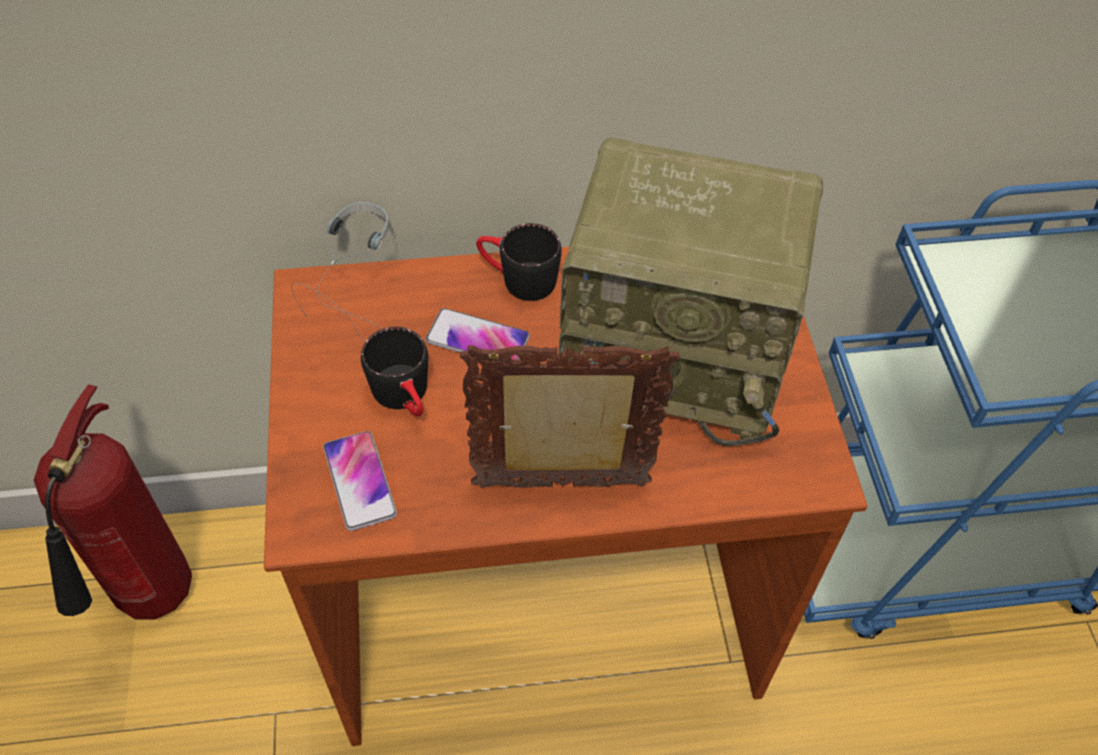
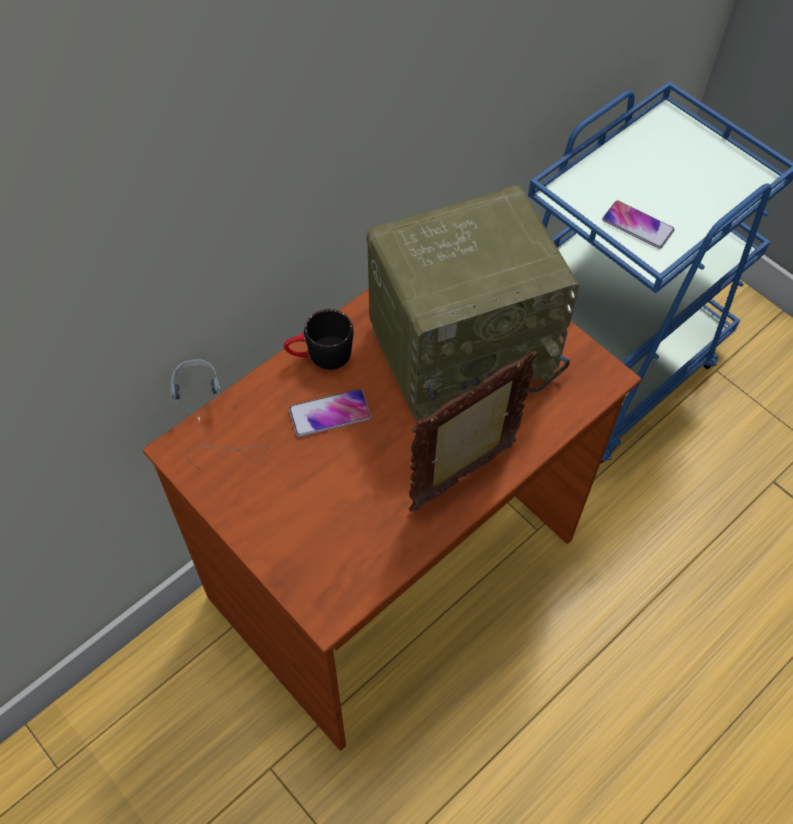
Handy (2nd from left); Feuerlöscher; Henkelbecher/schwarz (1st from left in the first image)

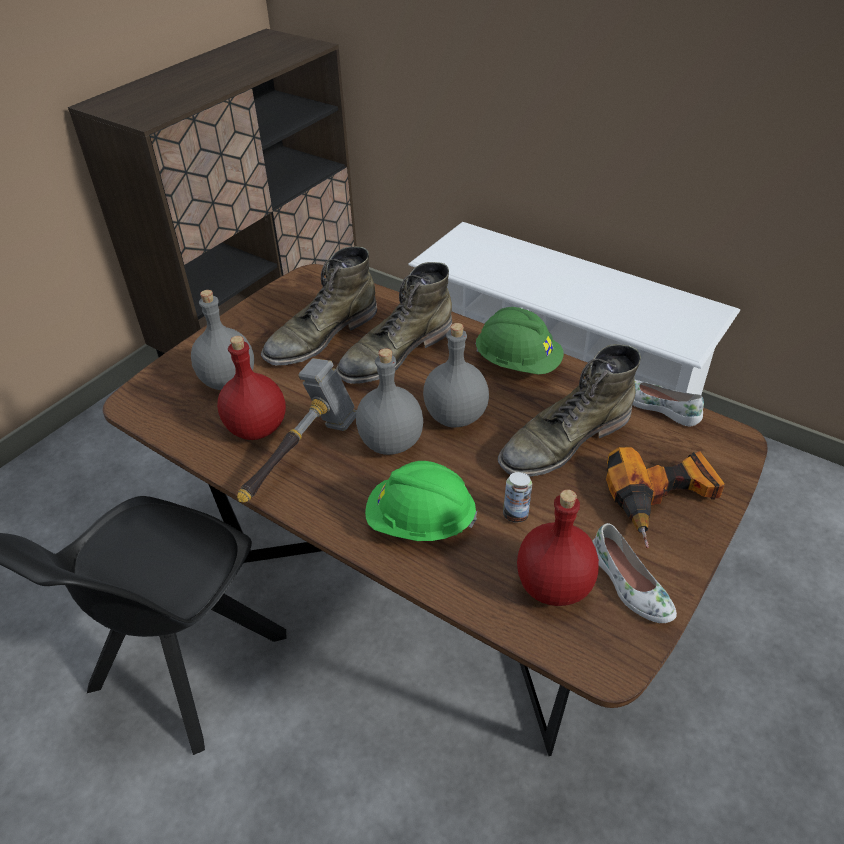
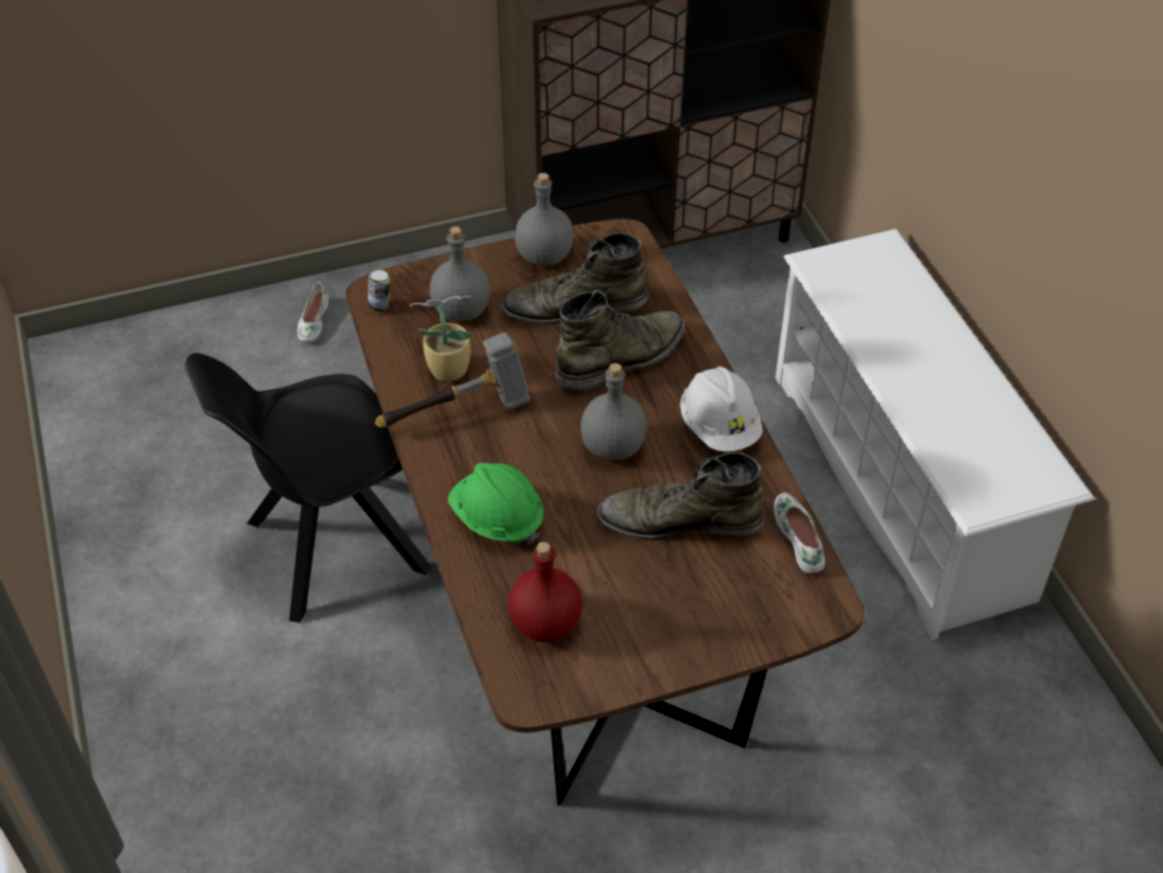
Schuh/weiß (1st from left); Dose; Topfpflanze; Flasche/grau (2nd from left); Stiefel/grün (2nd from left); Schutzhelm/weiß; Bohrmaschine

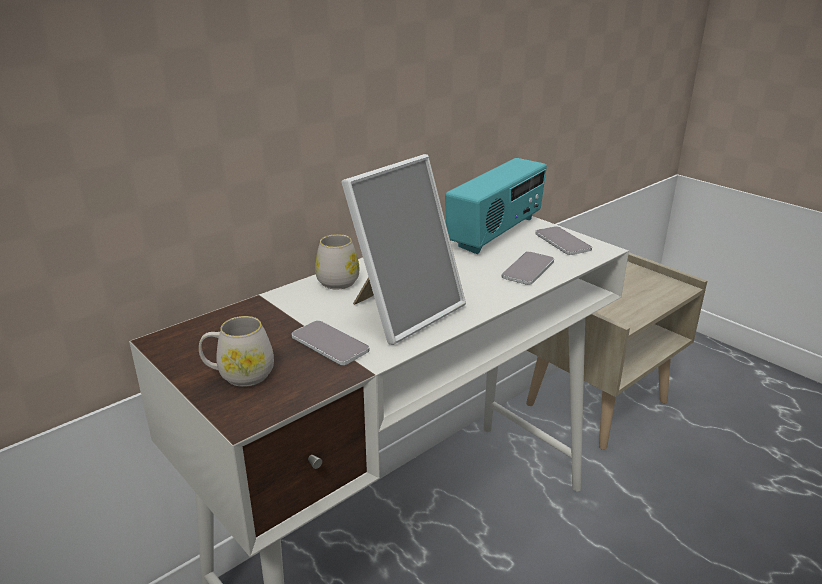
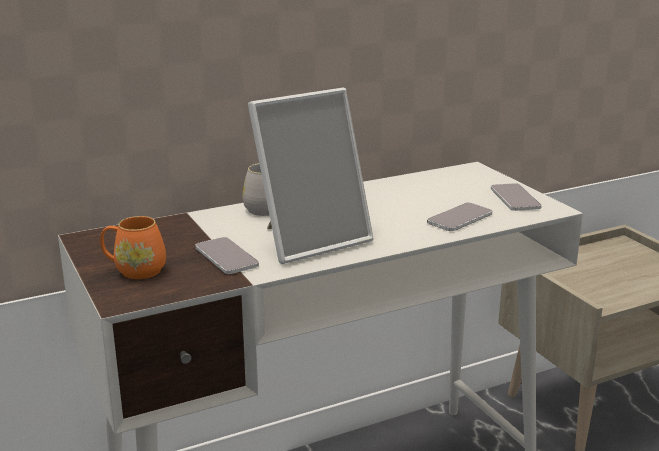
Henkelbecher/orange; Radio

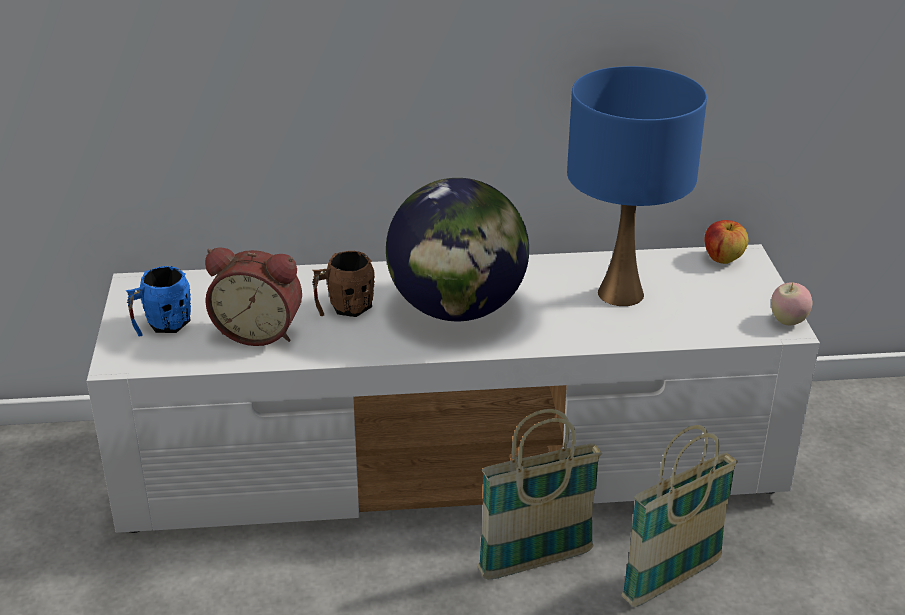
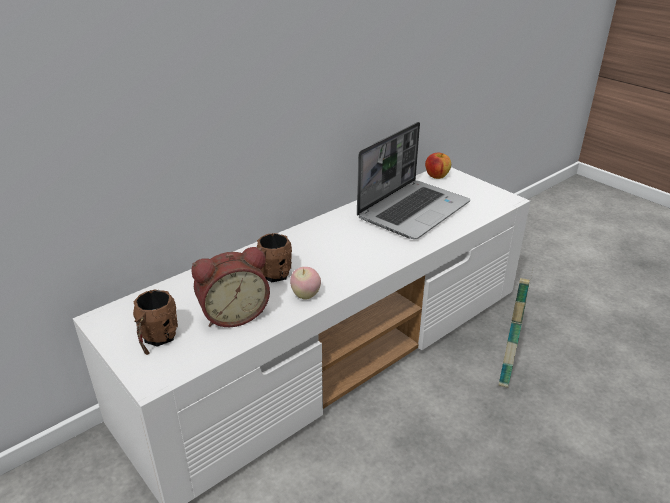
Henkelbecher/braun (1st from left); Apfel (1st from left); Laptop; Globus; Korb (1st from left in the first image)

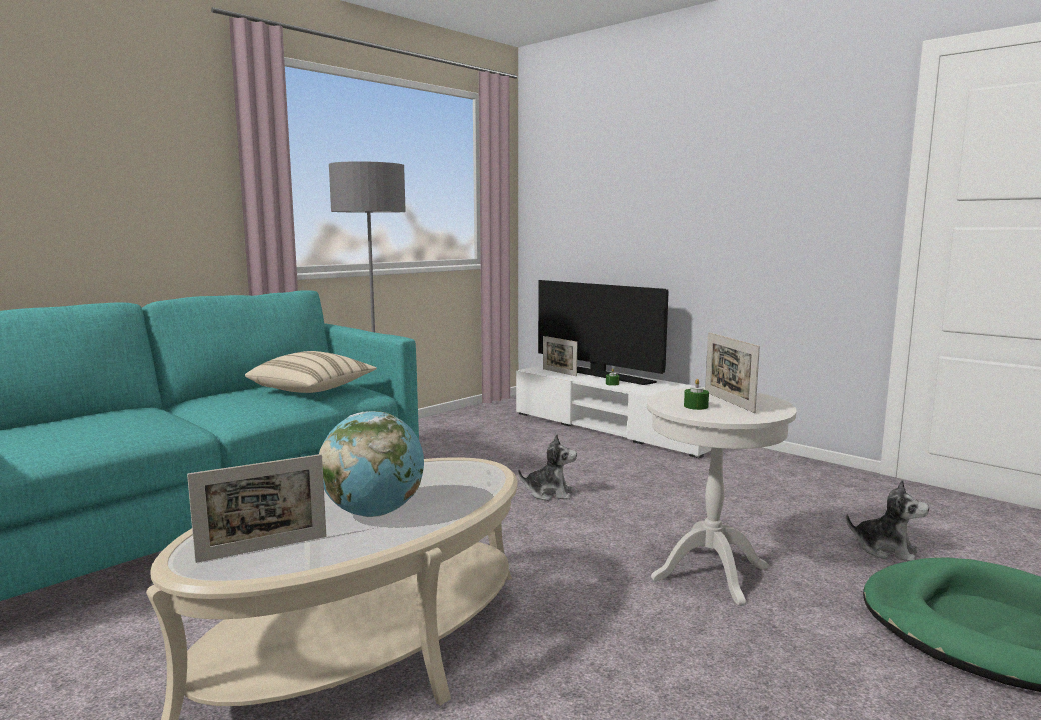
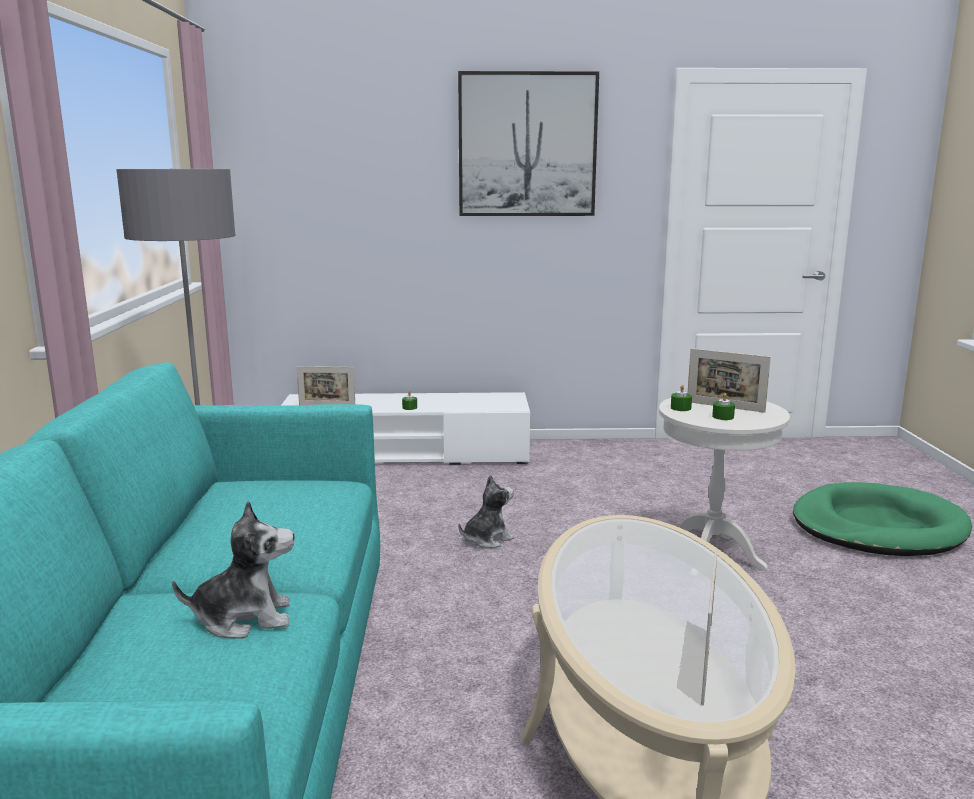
Plüschtier (1st from left); Bild; Kerze/grün (2nd from left); Kissen/beige; Globus; Fernseher

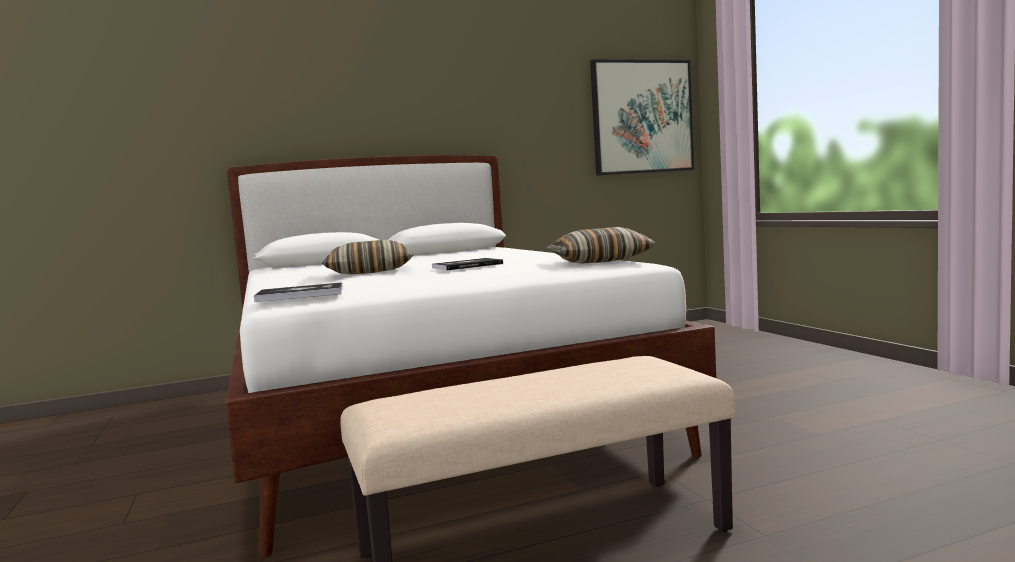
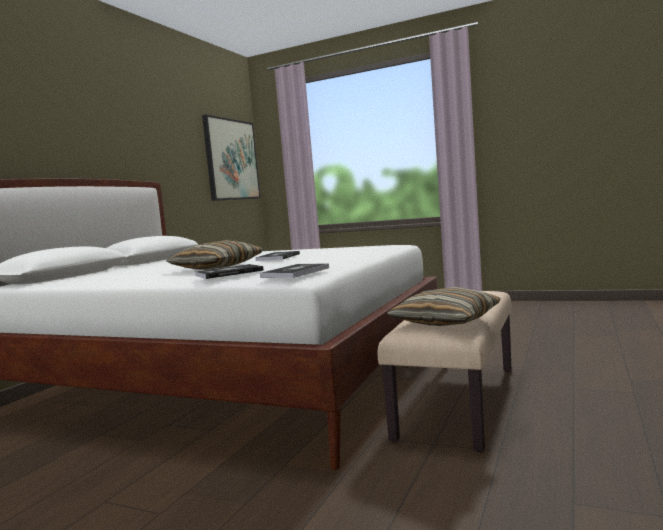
Buch (1st from left); Kissen (2nd from left)

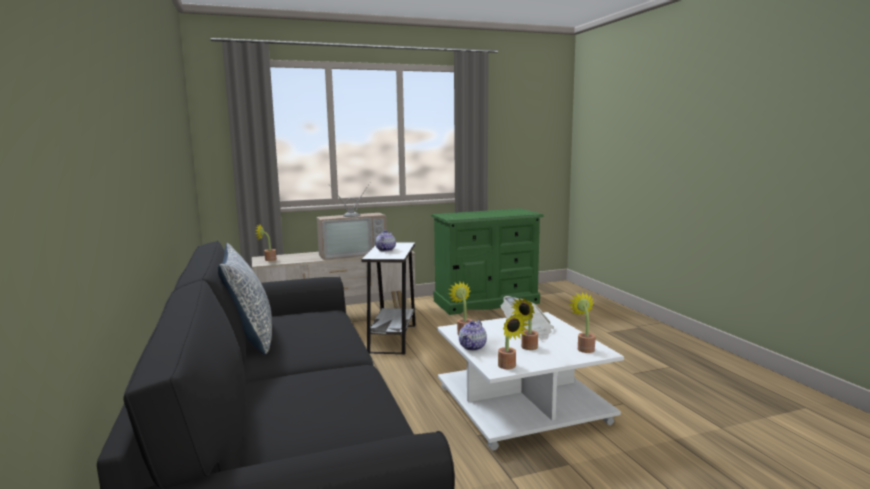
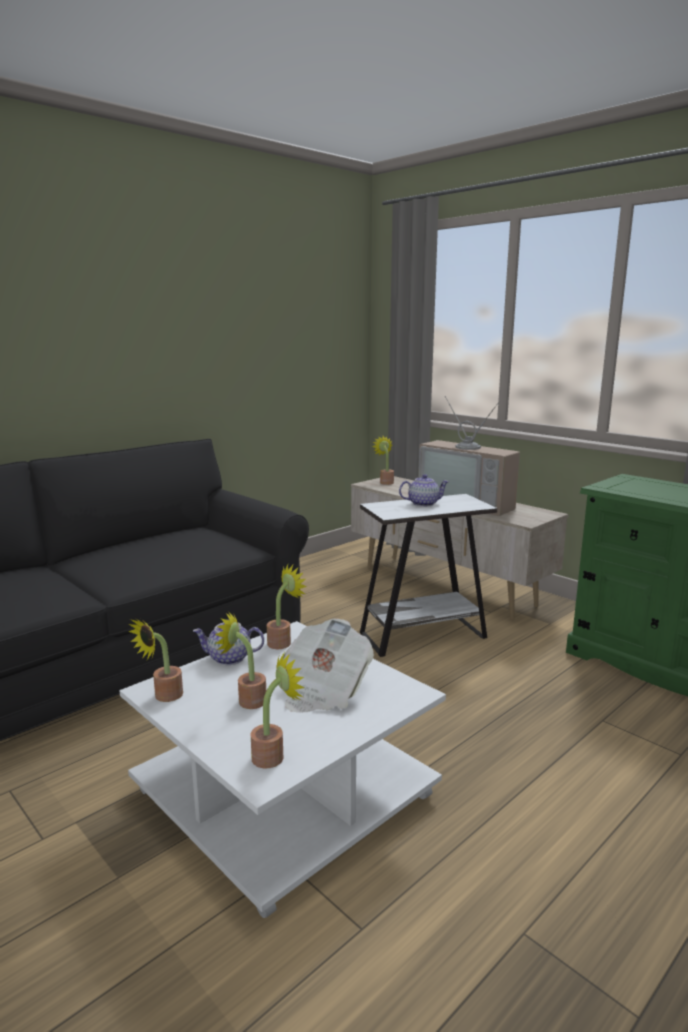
Kissen

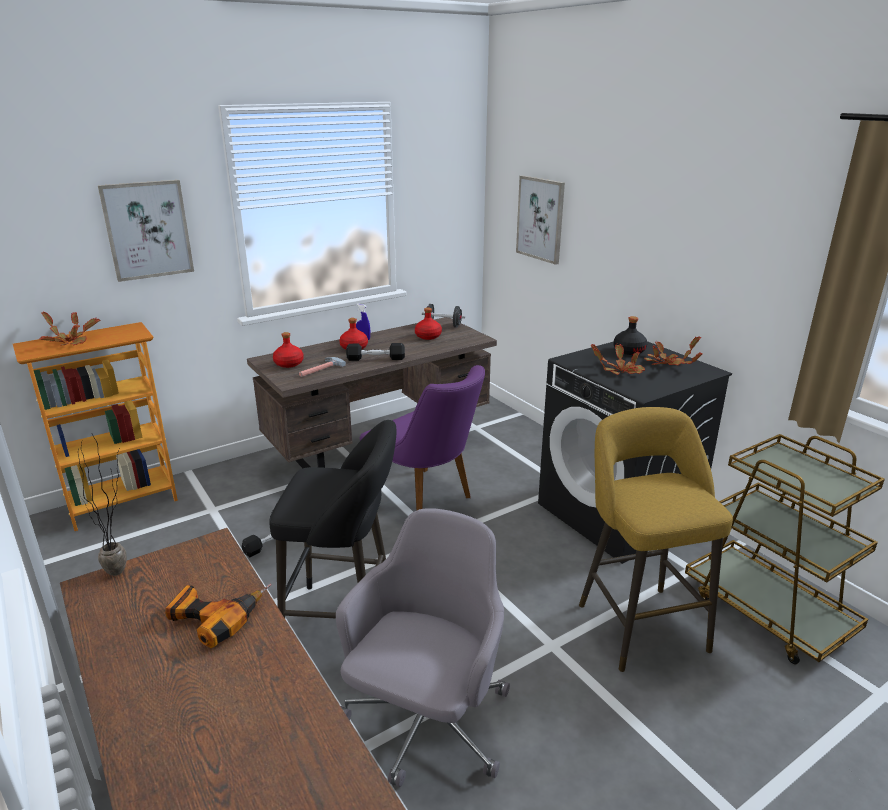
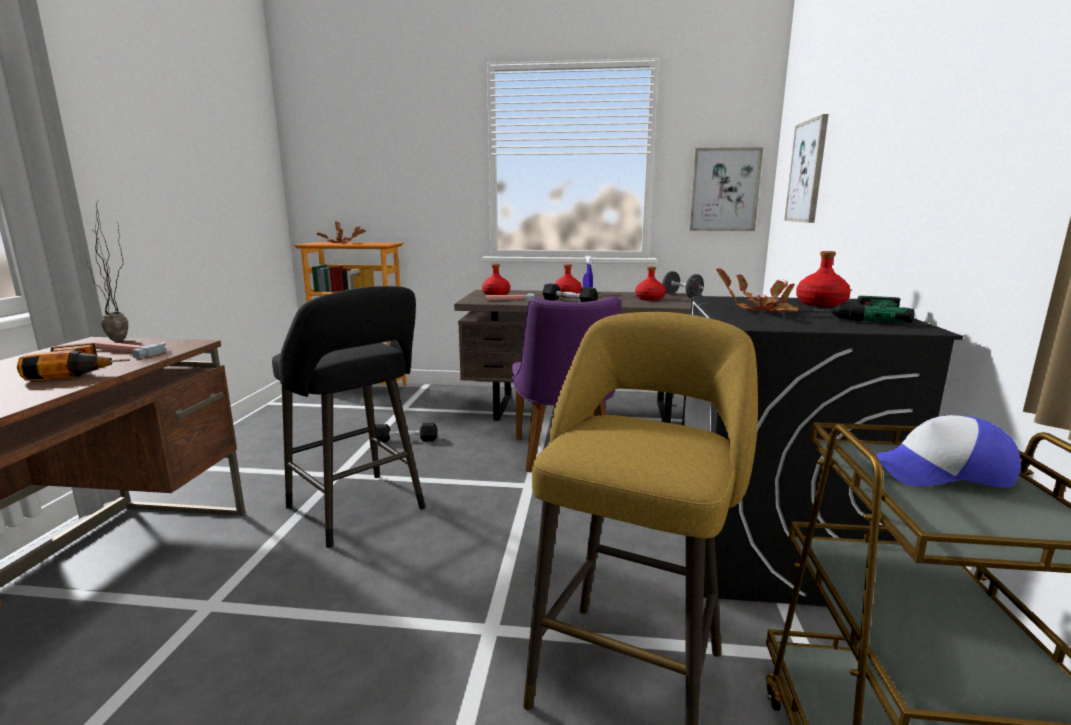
Hammer (1st from left); Bild (1st from left); Flasche/rot (4th from left); Bohrmaschine (2nd from left); Kappe; Bürostuhl/grau

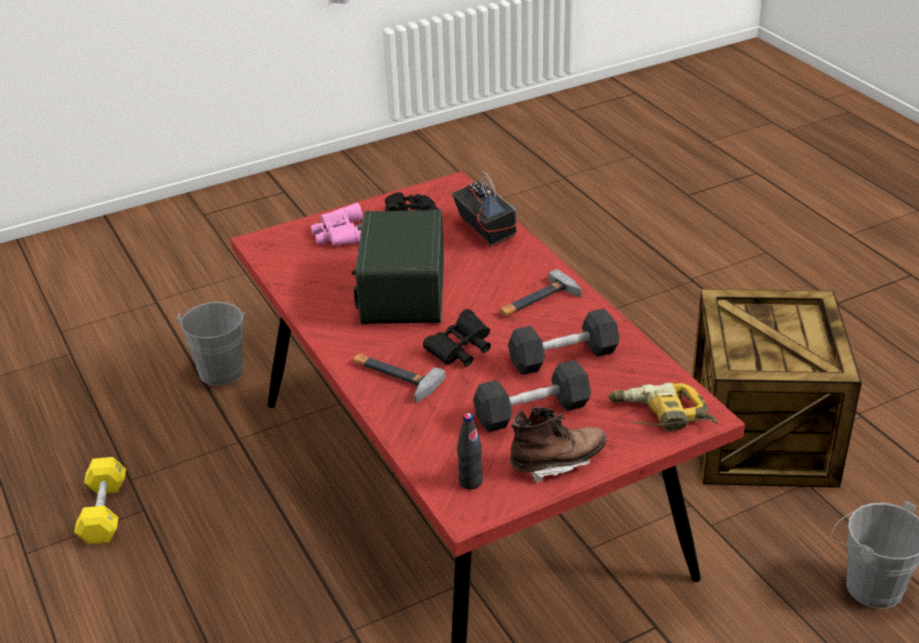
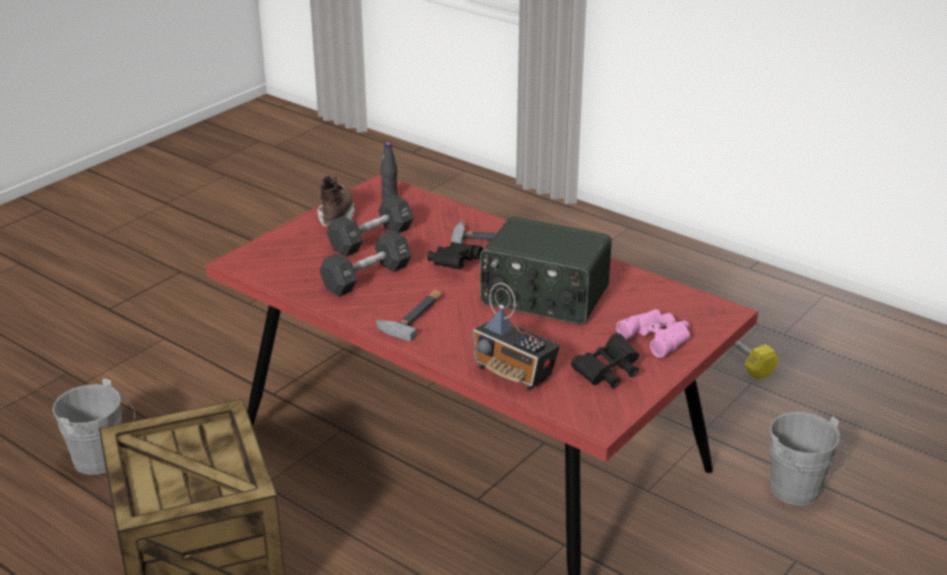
Stiefel/braun; Radio (2nd from left); Bohrmaschine

